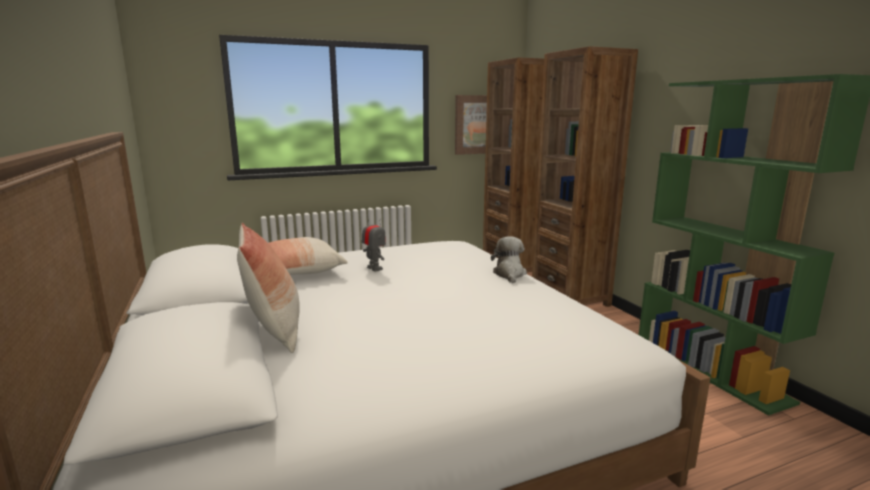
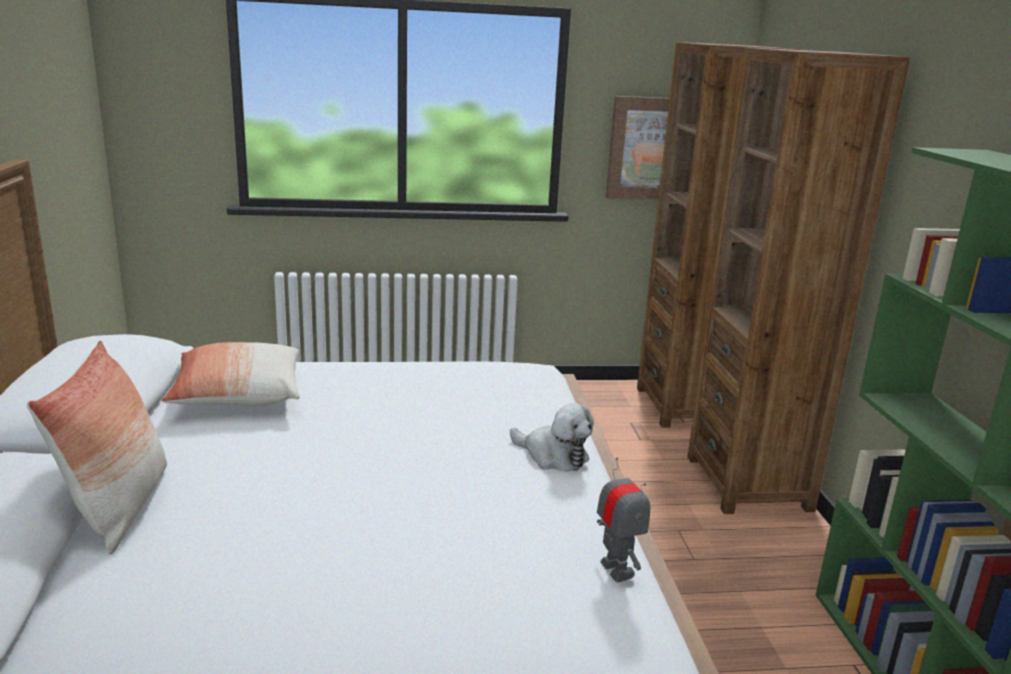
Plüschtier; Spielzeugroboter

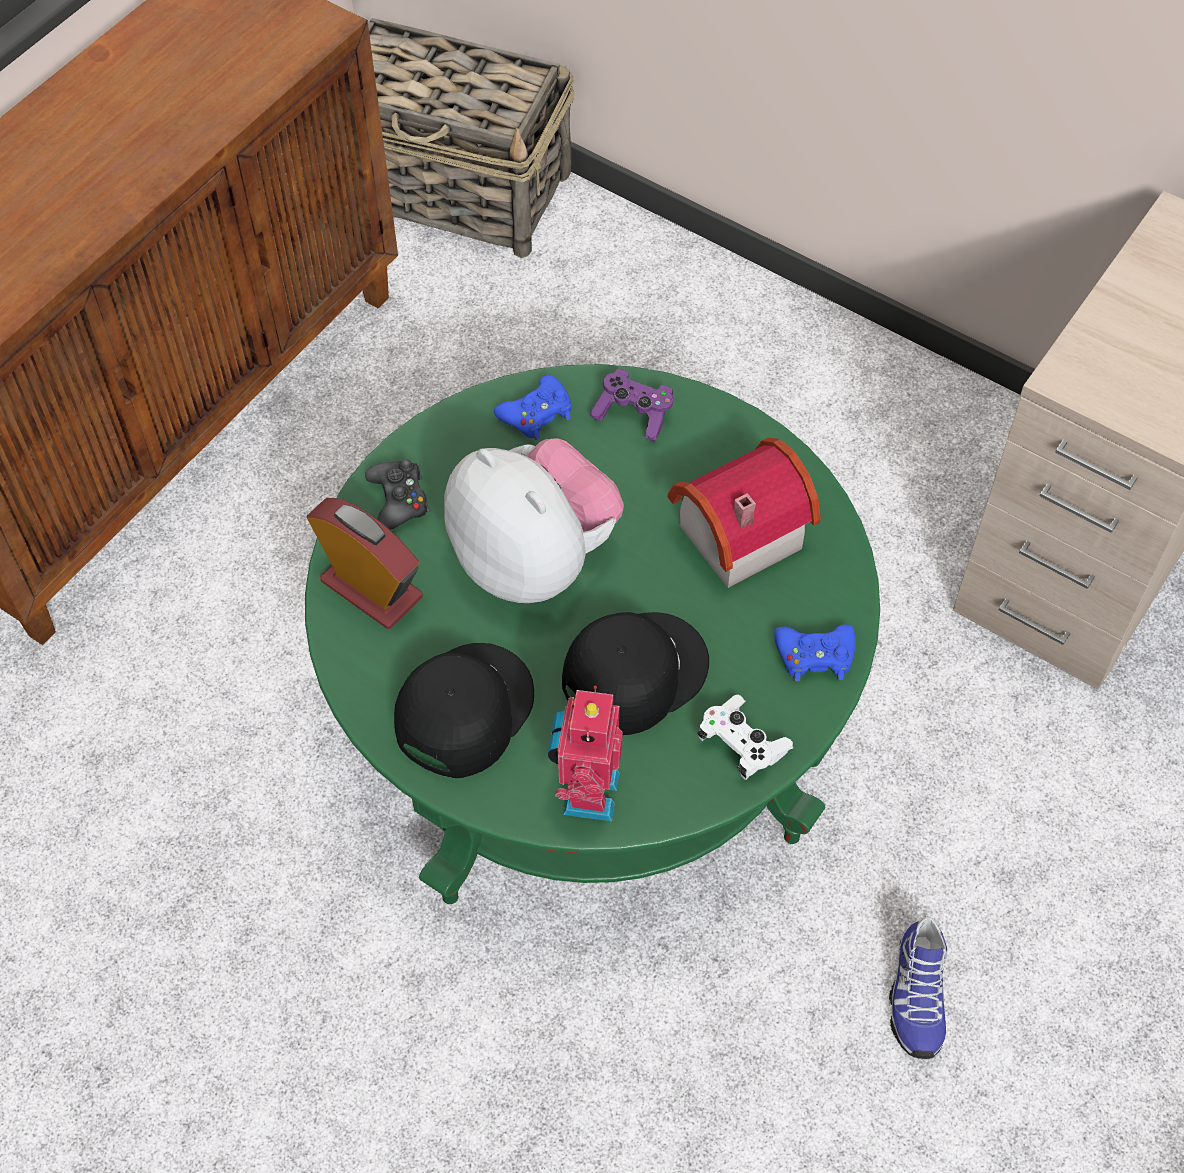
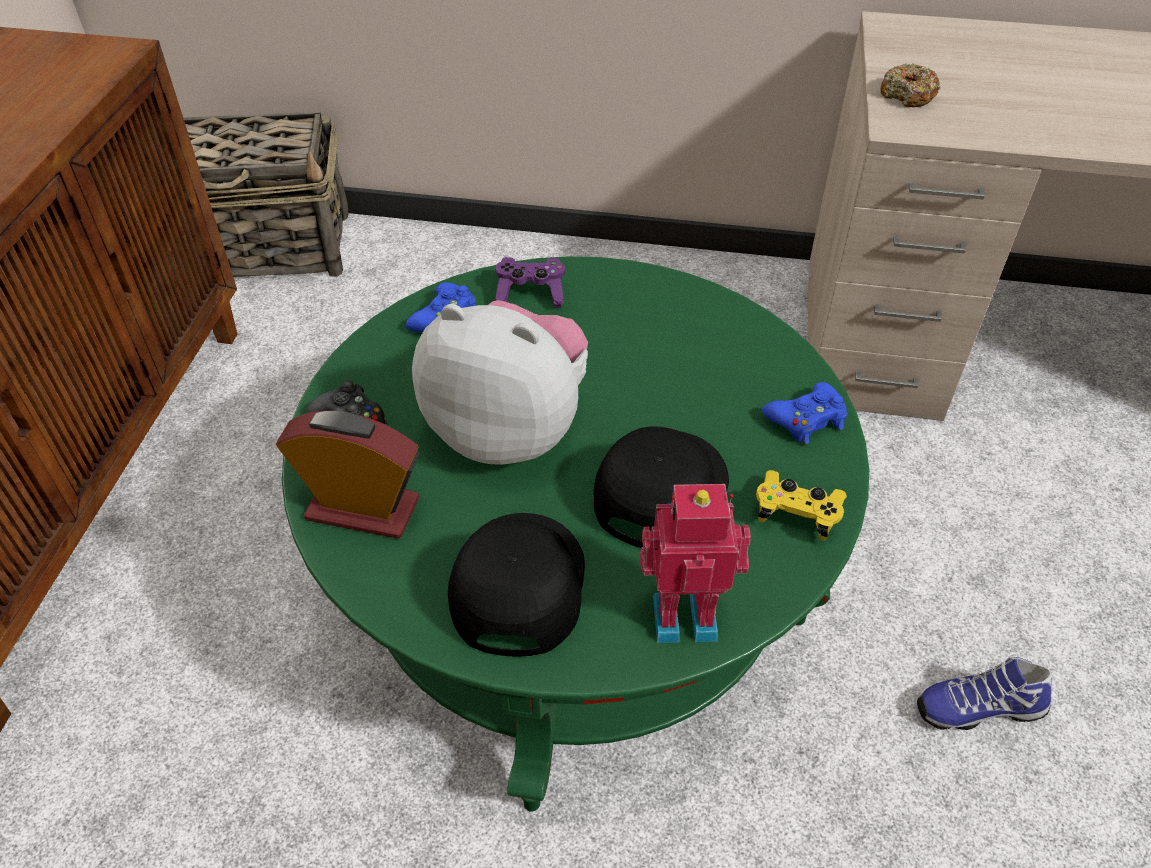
Spielzeugroboter; Gamepad/gelb; Donut; Schuh; Spielzeughaus

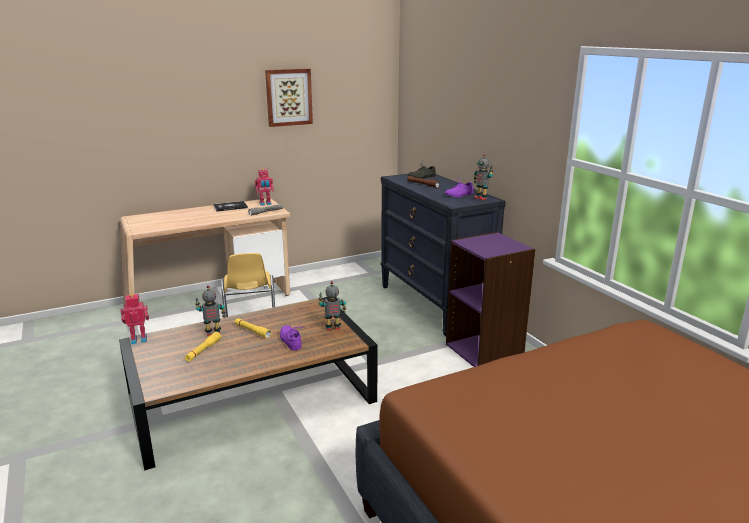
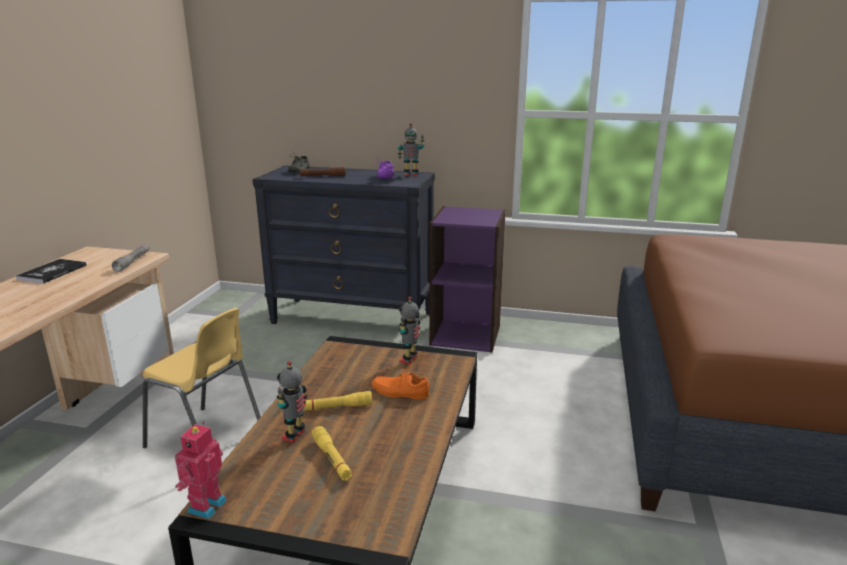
Schuh/orange; Spielzeugroboter (3rd from left in the first image); Bild

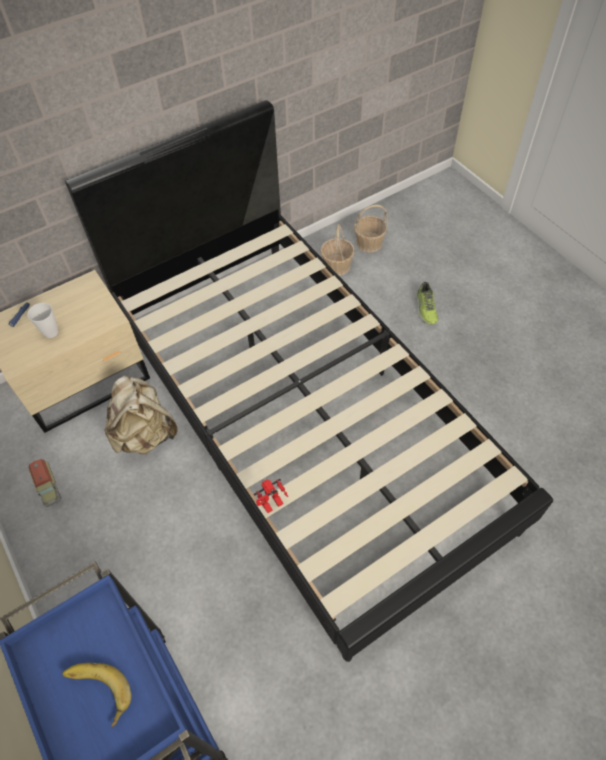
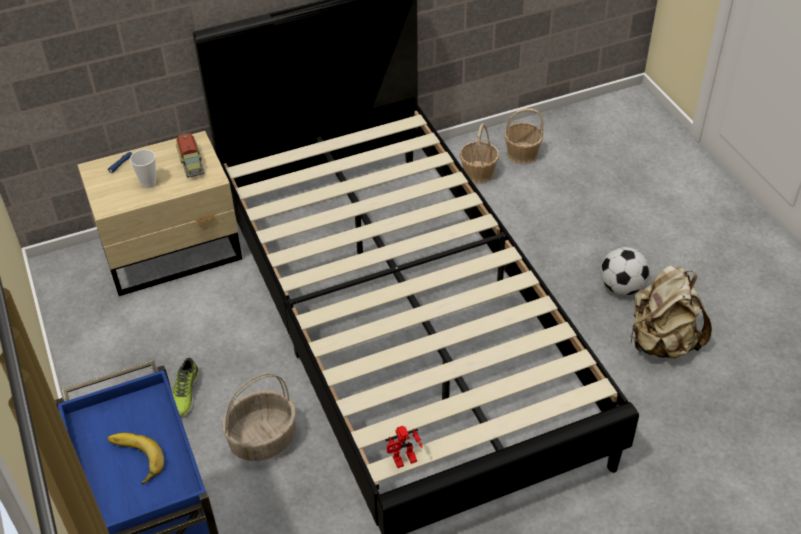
Schuh; Spielzeuglaster; Korb (1st from left); Spielzeugroboter; Fußball; Rucksack/beige

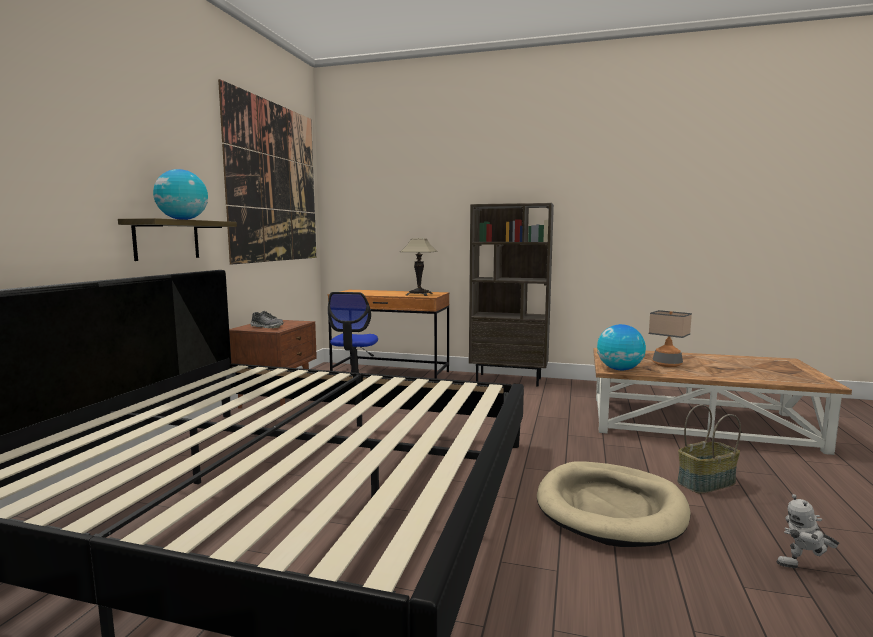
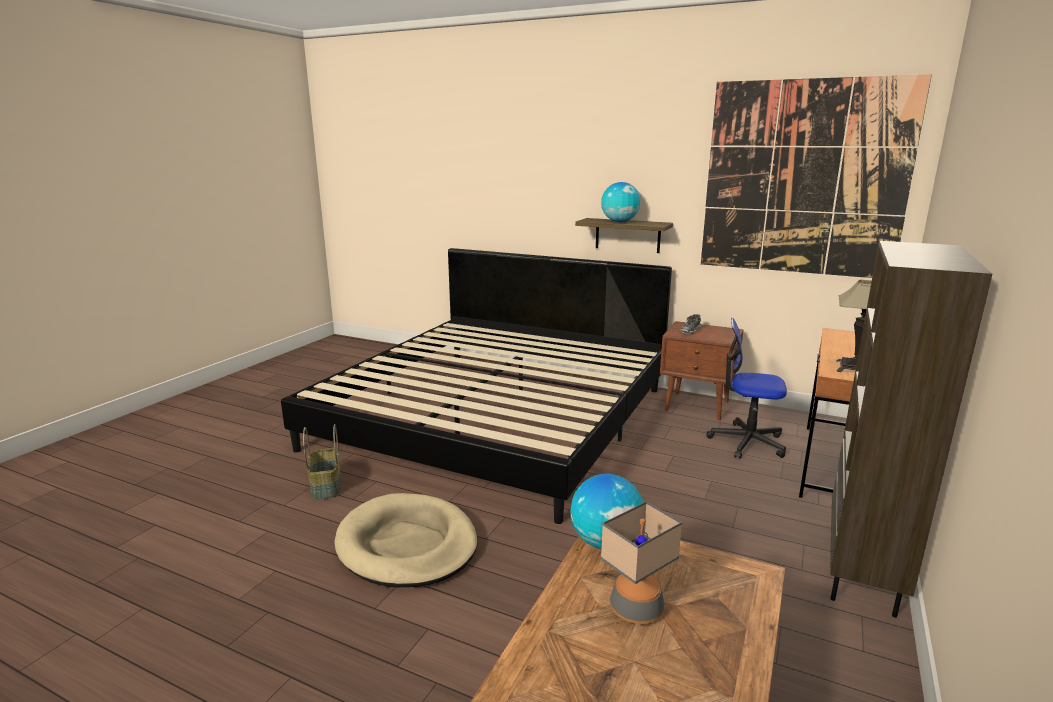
Korb; Spielzeugroboter

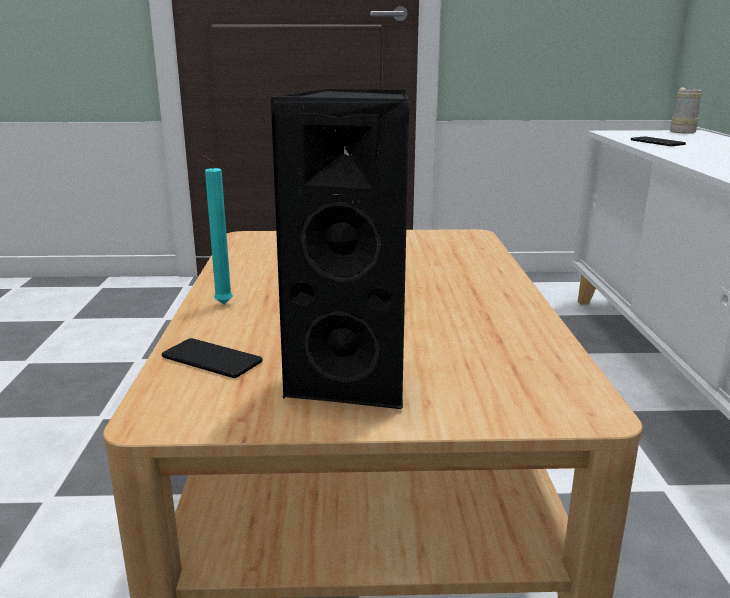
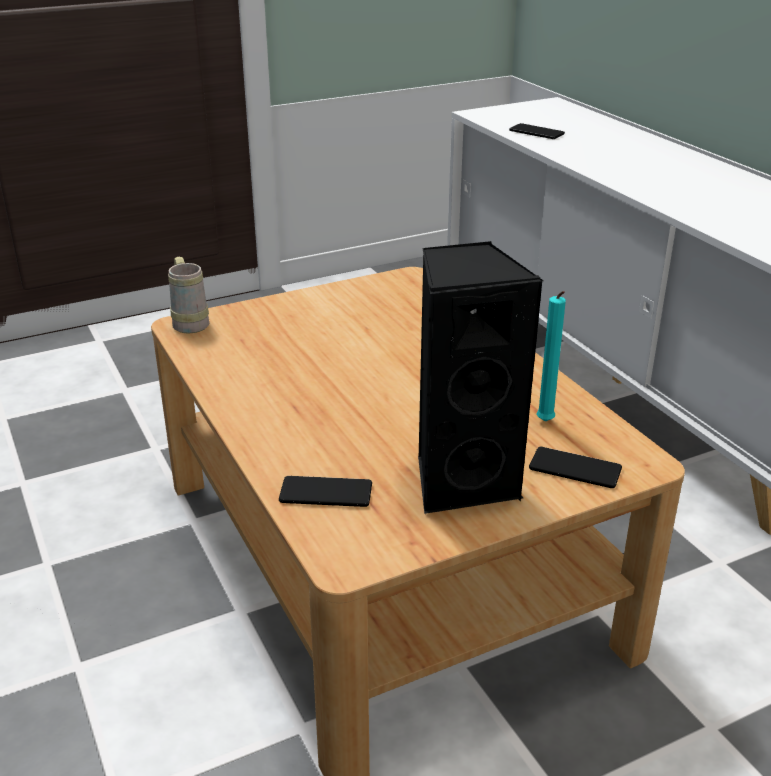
Henkelbecher/beige; Handy (3rd from left); Kerze/türkis

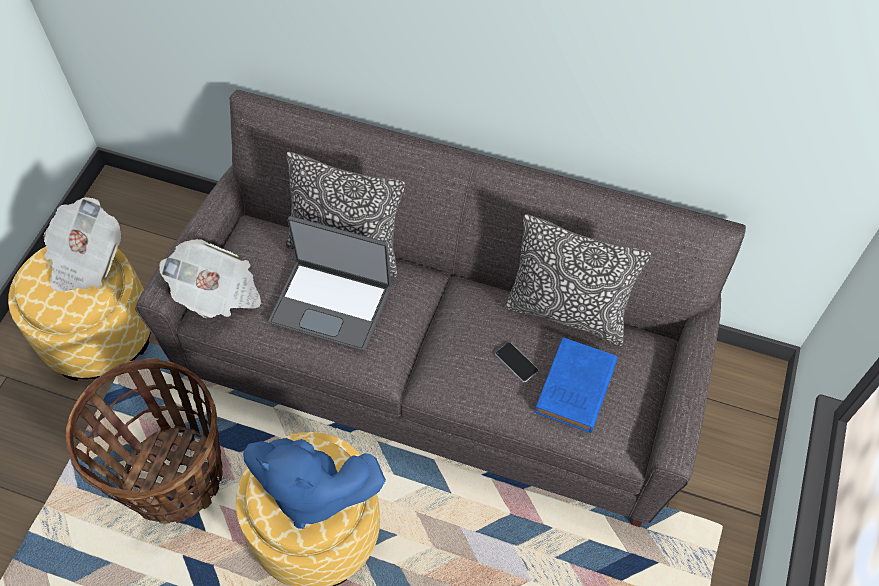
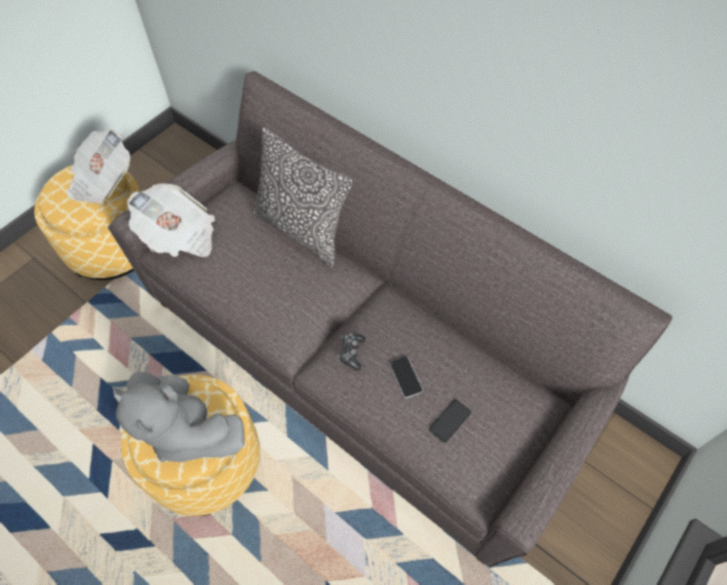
Plüschtier/grau; Gamepad; Handy (2nd from left); Korb; Laptop; Kissen (2nd from left in the first image)

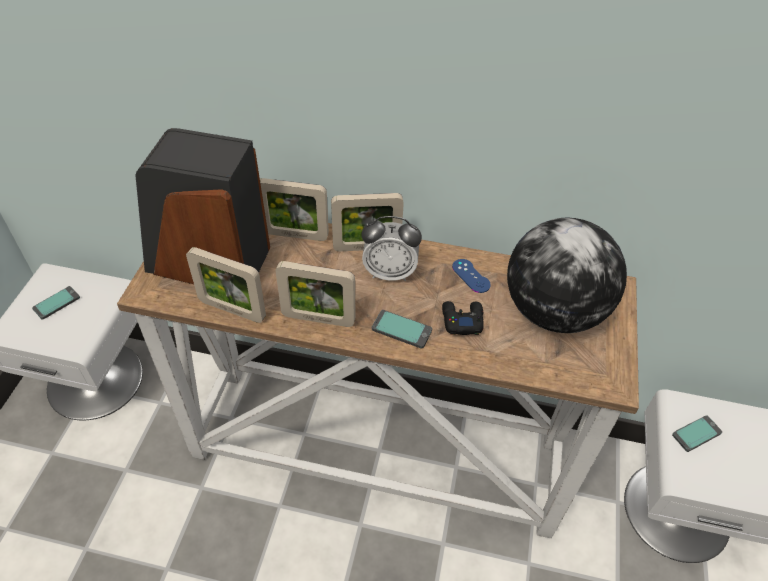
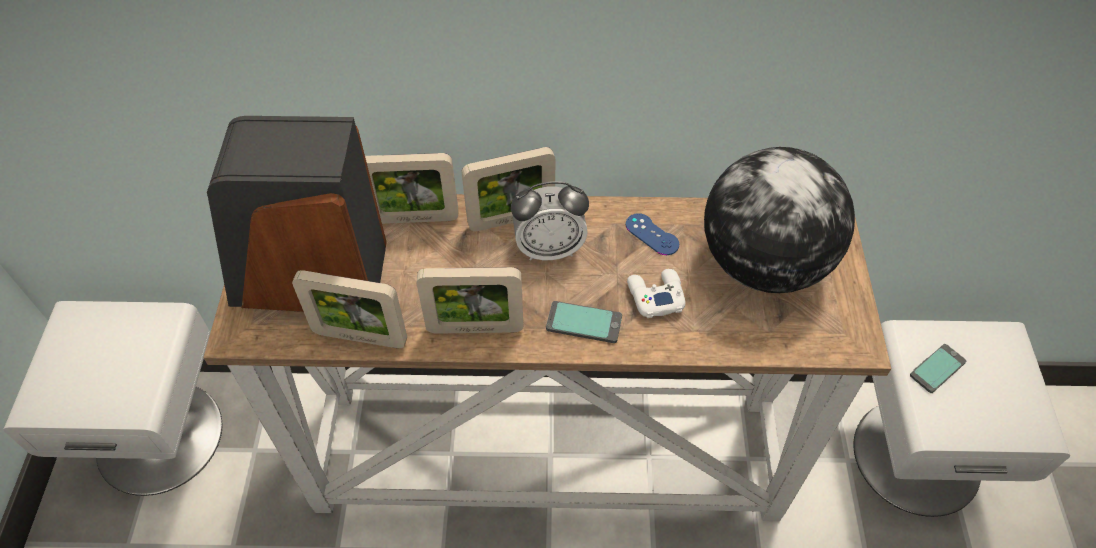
Gamepad/weiß; Handy (1st from left in the first image)

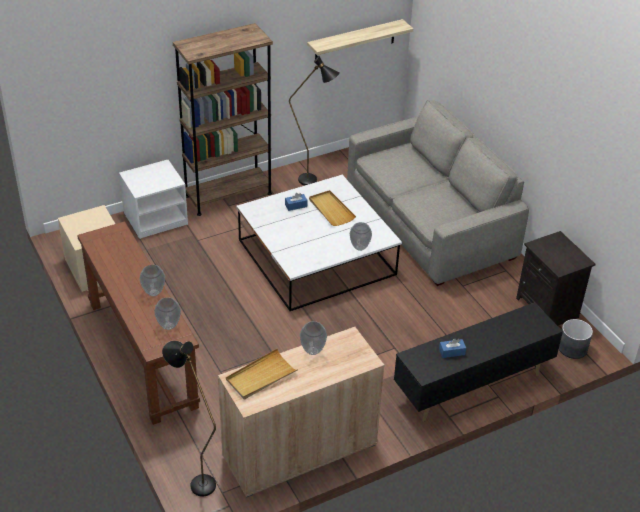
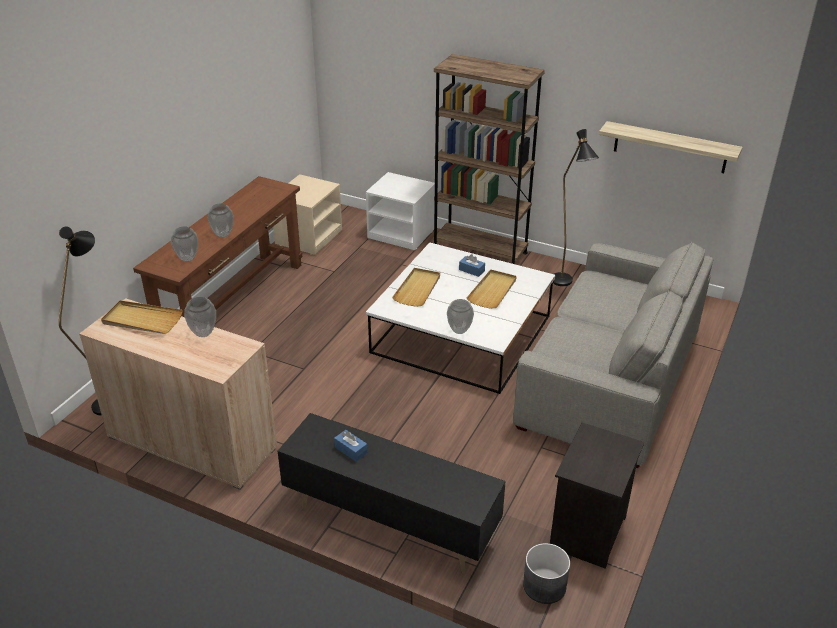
Tablett/beige (2nd from left)

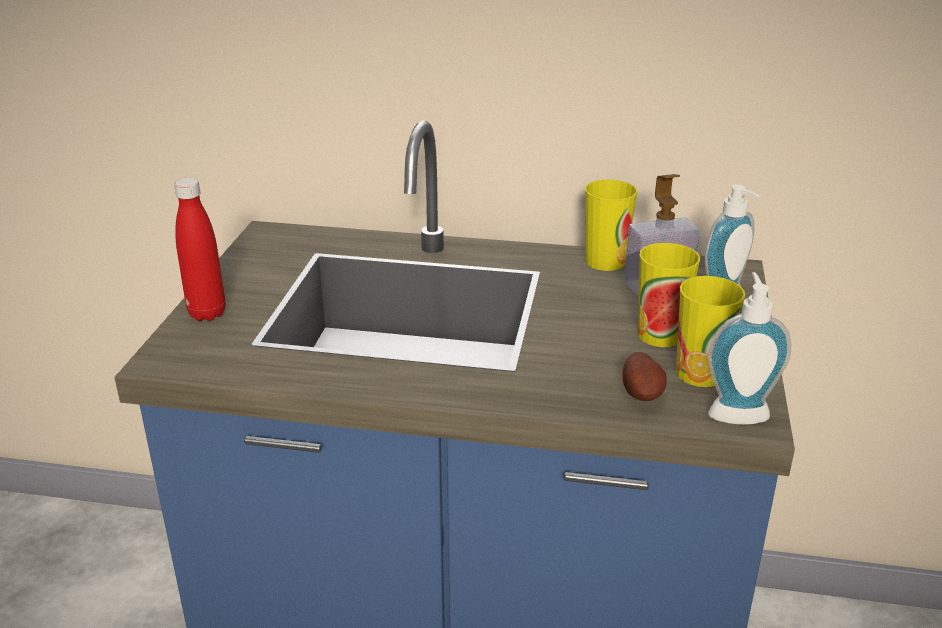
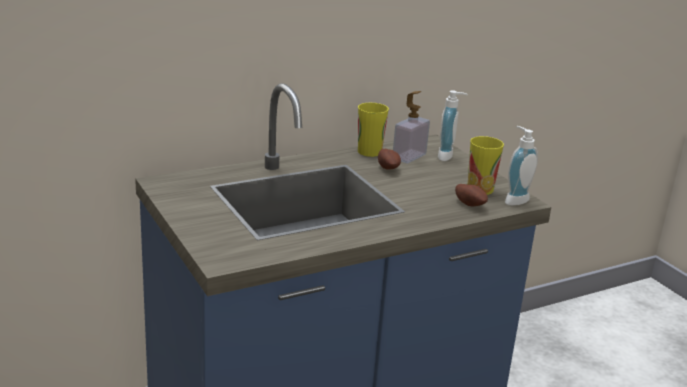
Kartoffel (1st from left); Flasche/rot; Tasse (2nd from left in the first image)

